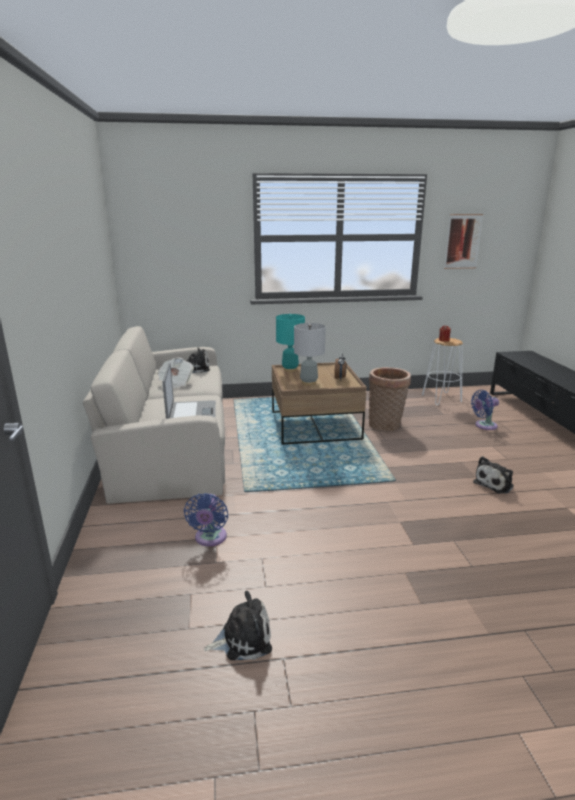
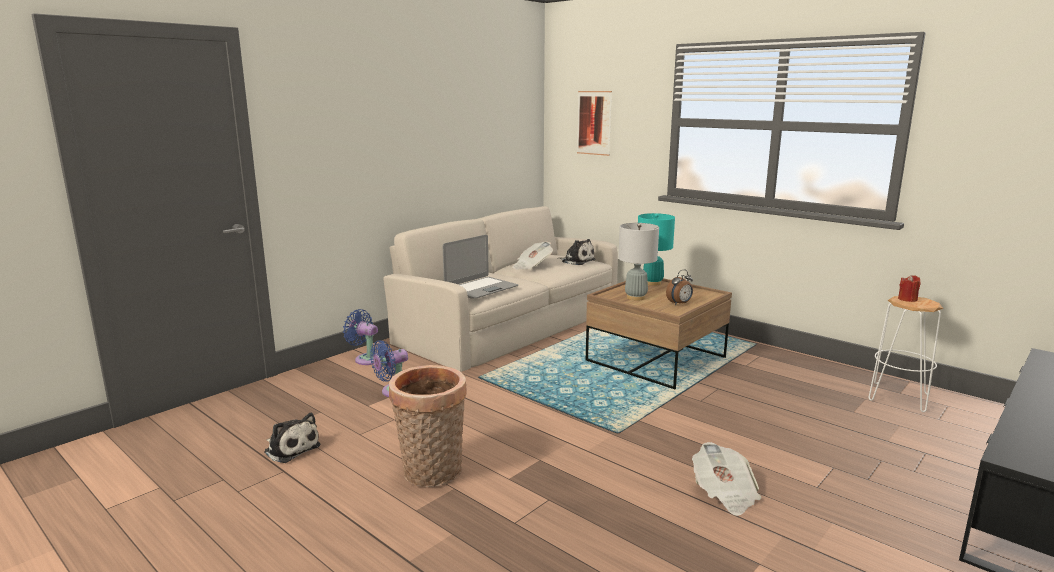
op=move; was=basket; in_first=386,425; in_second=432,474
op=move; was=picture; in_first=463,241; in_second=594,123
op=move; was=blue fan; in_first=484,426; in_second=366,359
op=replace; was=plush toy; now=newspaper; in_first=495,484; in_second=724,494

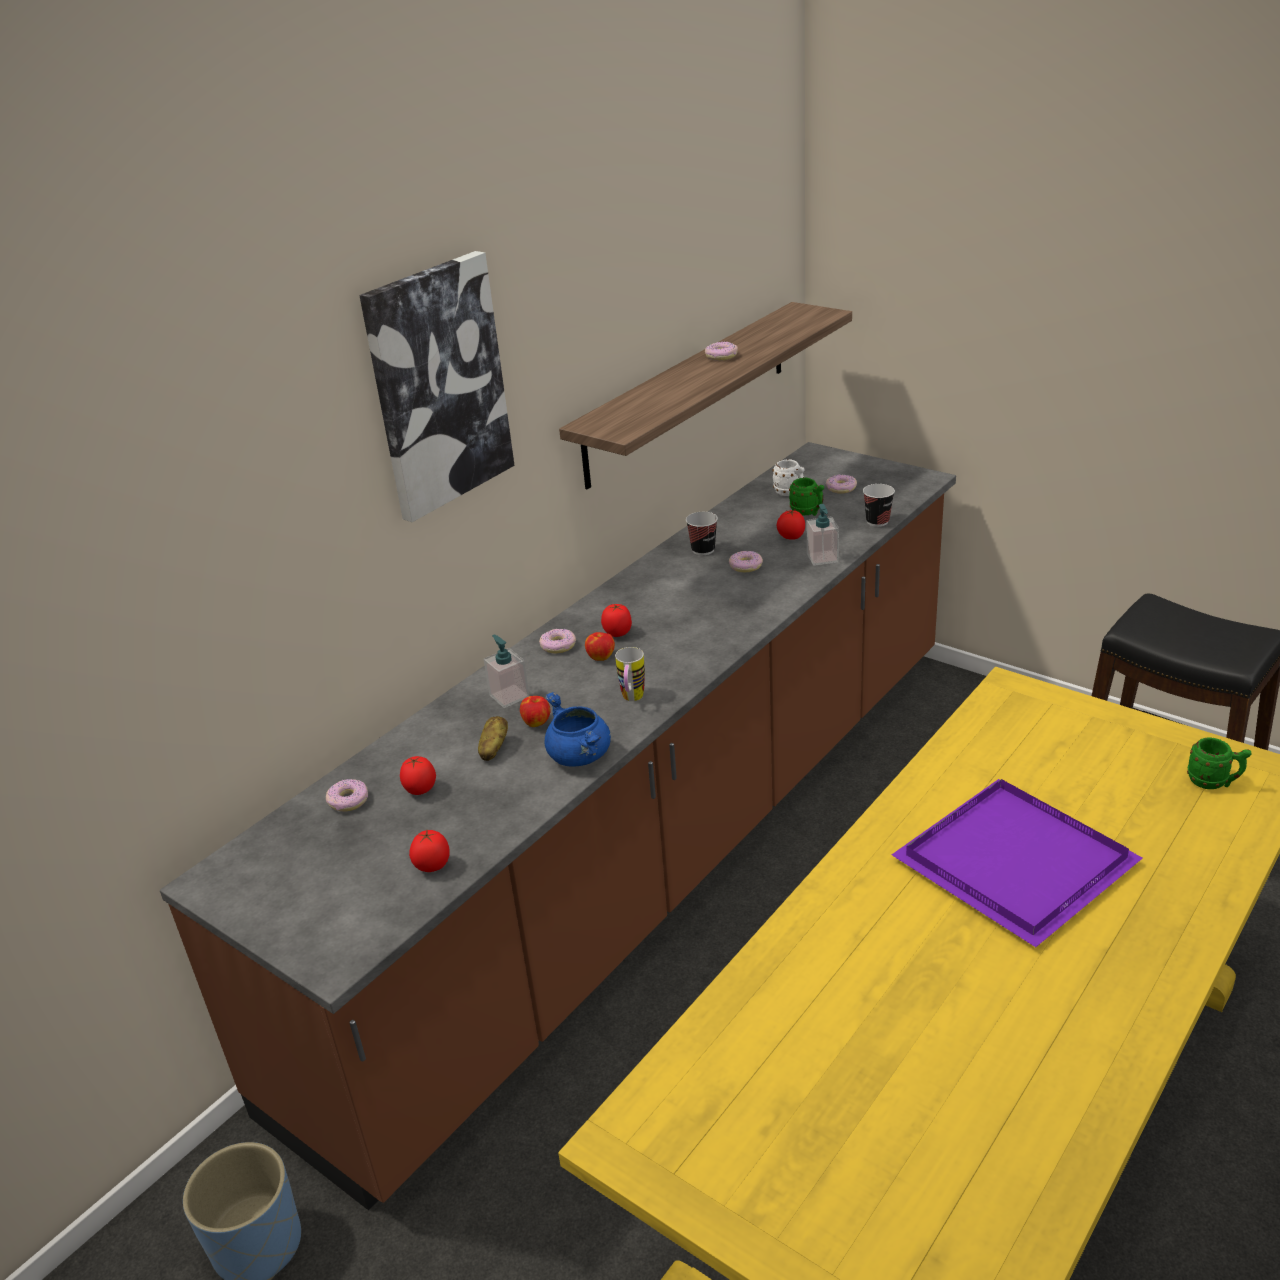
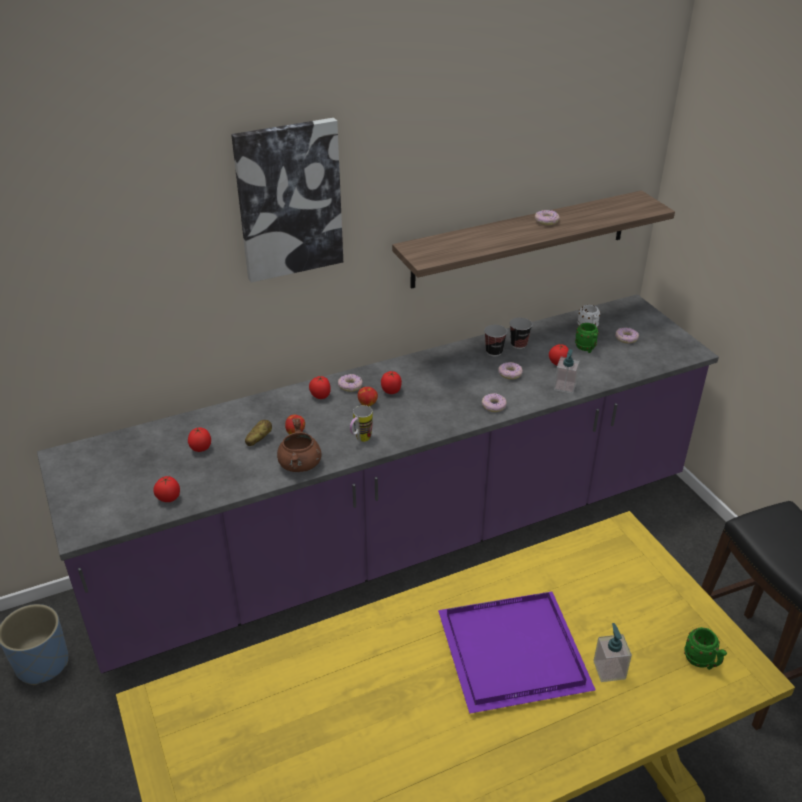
op=insert; now=tomato; in_second=320,396
op=move; was=donut; in_first=348,801; in_second=493,406
op=move; was=soap dispenser; in_first=509,696; in_second=609,669
op=move; was=cup; in_first=877,521; in_second=518,344
op=recolor; was=brown counter; now=purple counter; in_first=658,852; in_second=400,538
op=recolor; was=blue cooking pot; now=brown cooking pot; in_first=580,756; in_second=300,465

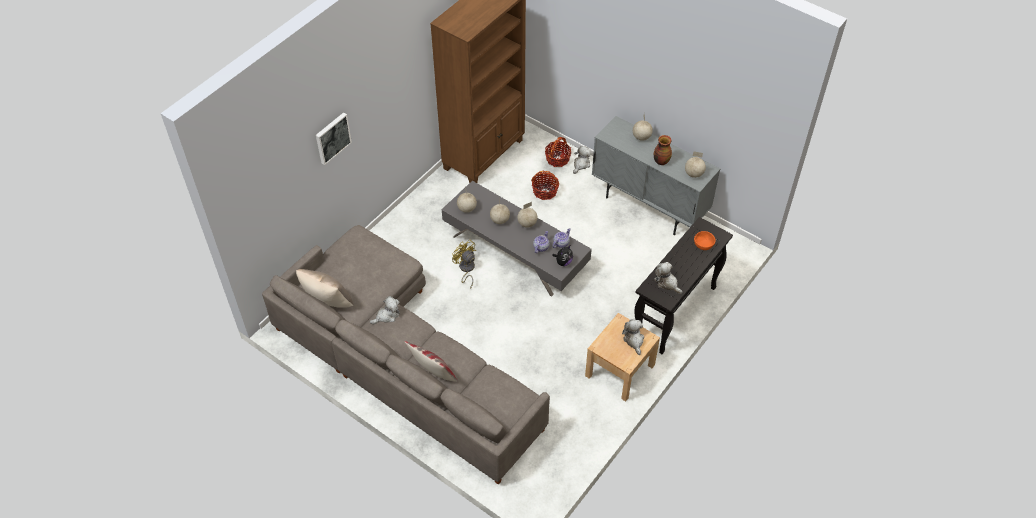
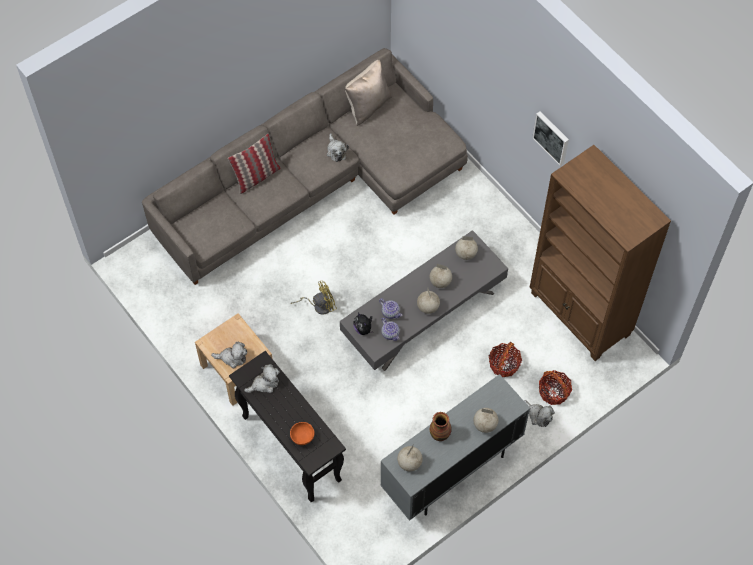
op=move; was=picture; in_first=332,137; in_second=552,137
op=move; was=yellow fan; in_first=466,269; in_second=319,305

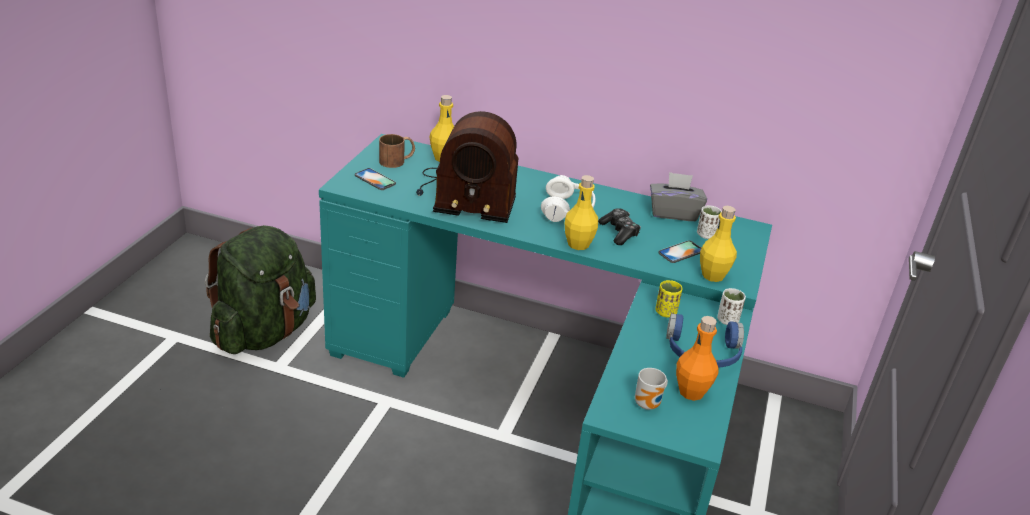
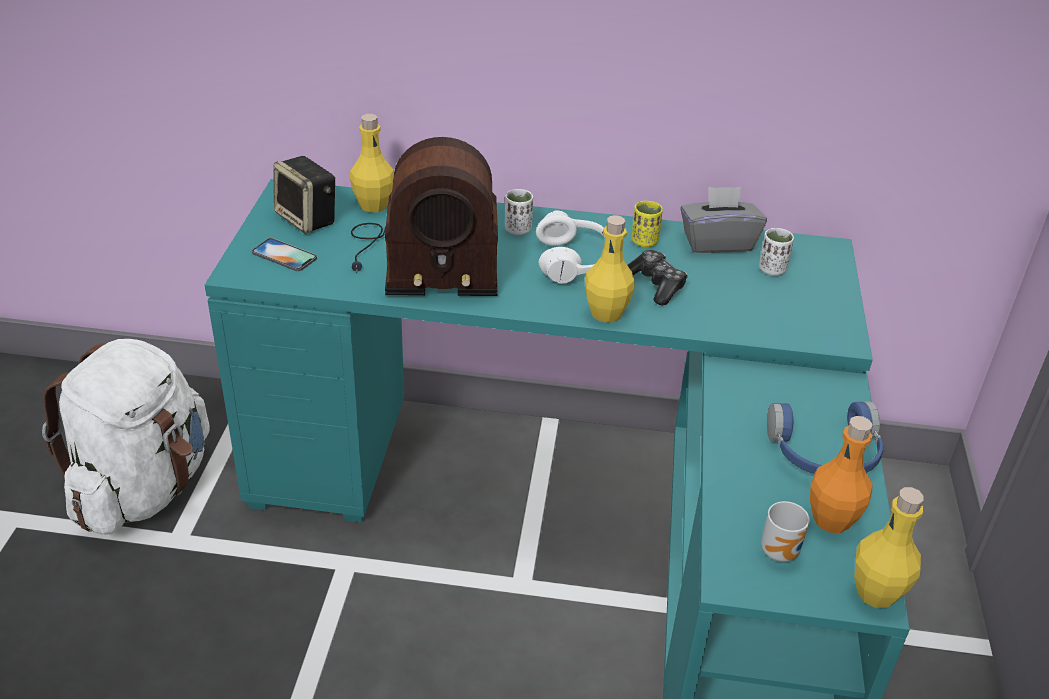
op=delete; was=phone; in_first=681,252
op=move; was=yellow cup; in_first=665,312; in_second=644,241
op=move; was=yellow bottle; in_first=713,275; in_second=876,593
op=move; was=white cup; in_first=727,320; in_second=518,229
op=replace; was=brown mug; now=speaker; in_first=397,160; in_second=308,219
op=recolor; was=green backpack; now=white backpack; in_first=264,332; in_second=144,488

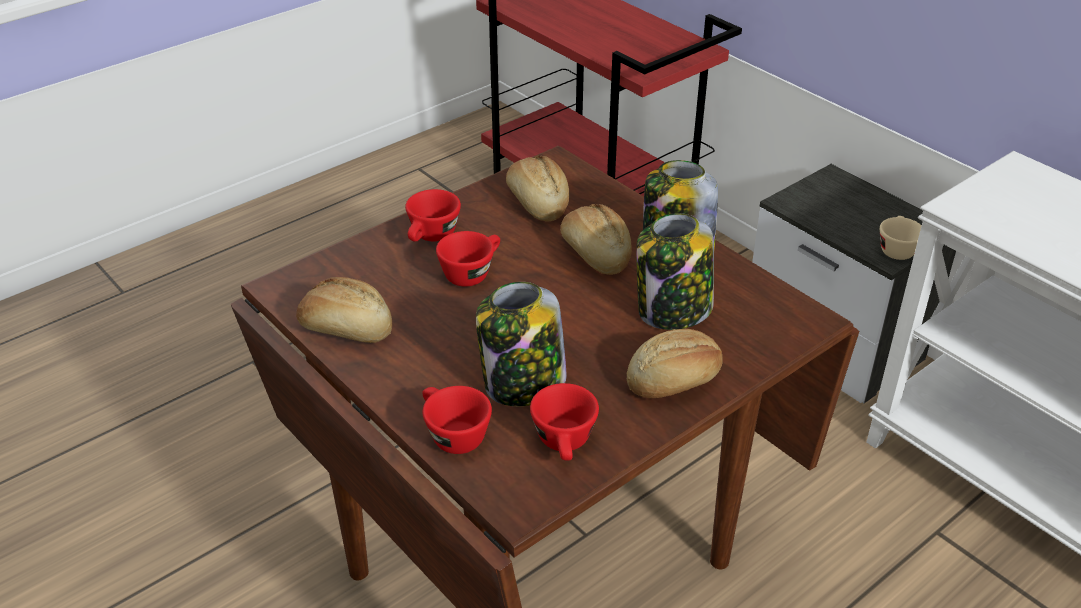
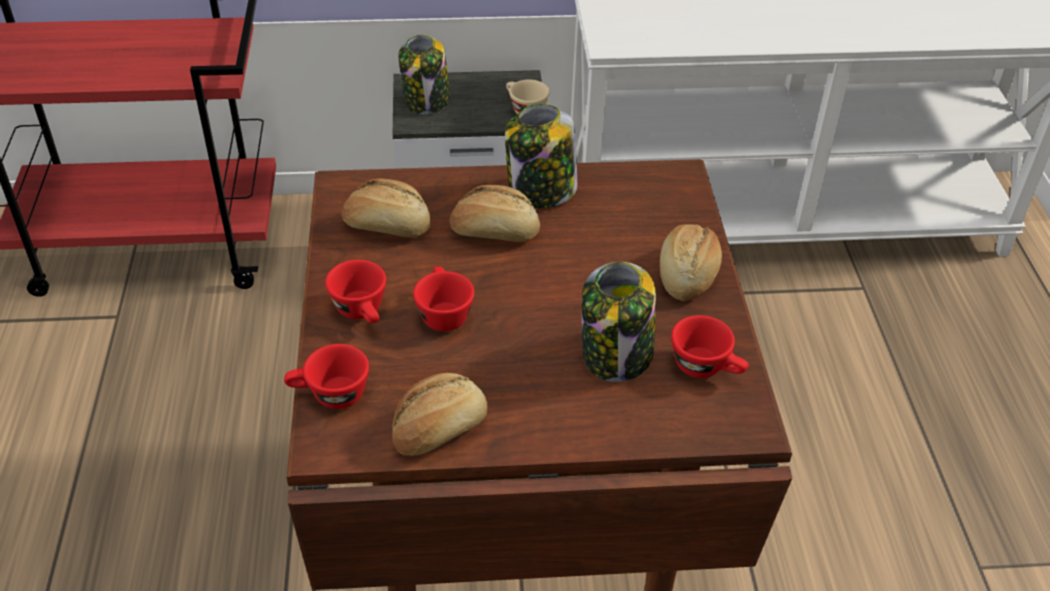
op=move; was=red cup; in_first=452,434; in_second=329,395
op=move; was=jar; in_first=673,310; in_second=426,101

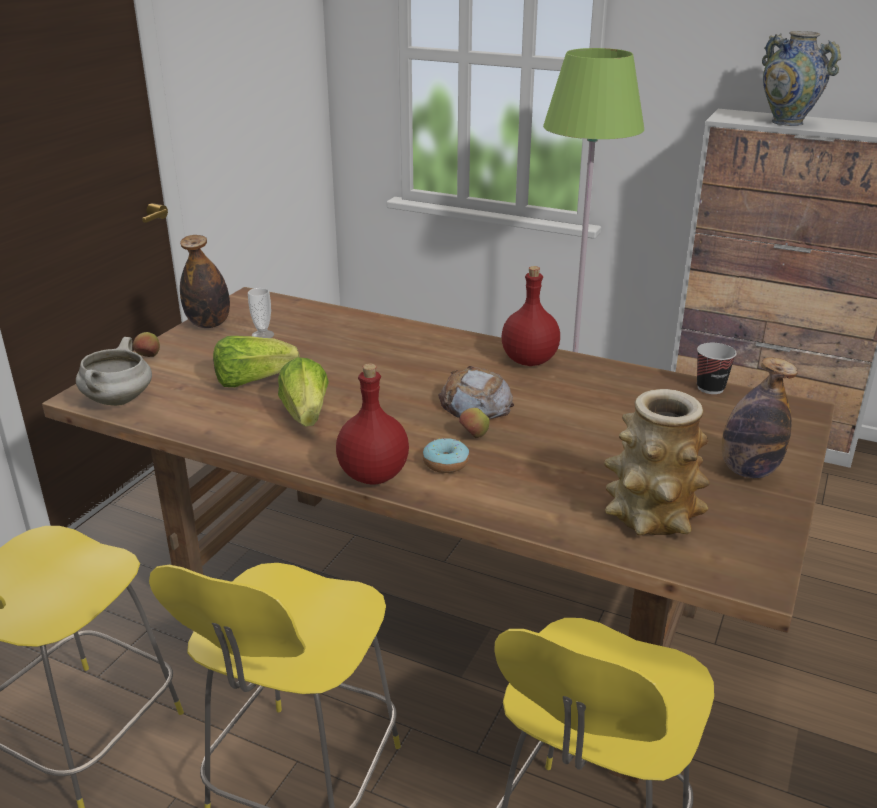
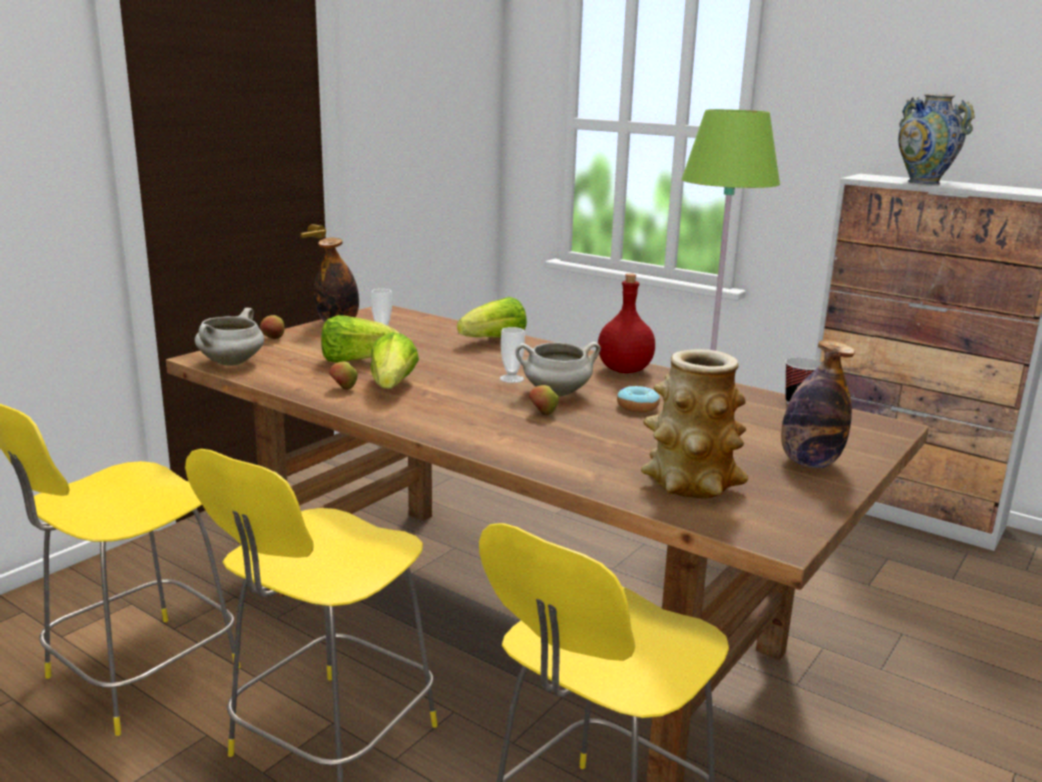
op=delete; was=red bottle; in_first=374,476
op=insert; now=apple; in_second=343,389
op=insert; now=lettuce; in_second=495,341
op=insert; now=cup; in_second=511,379
op=move; was=donut; in_first=446,463; in_second=637,407
op=replace; was=bread; now=white cooking pot; in_first=475,404; in_second=556,393

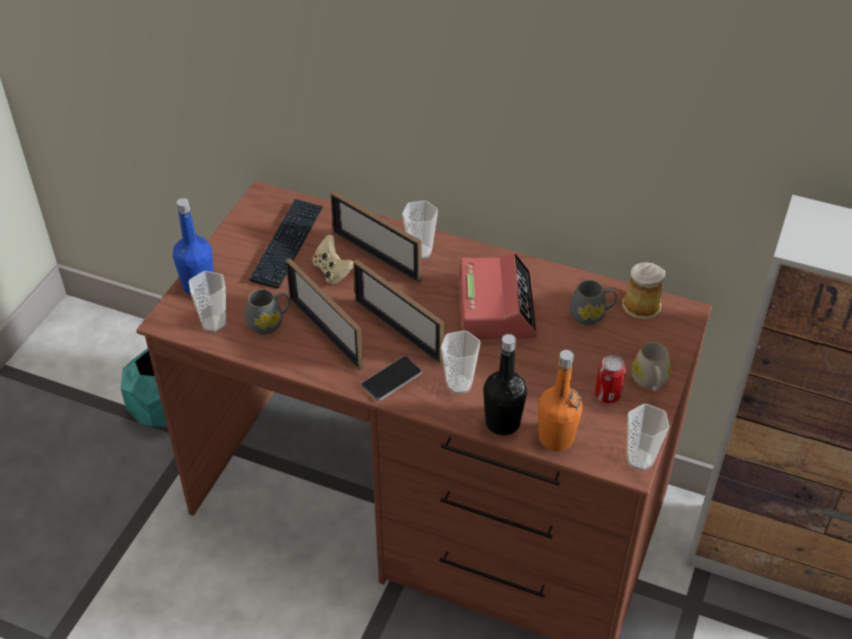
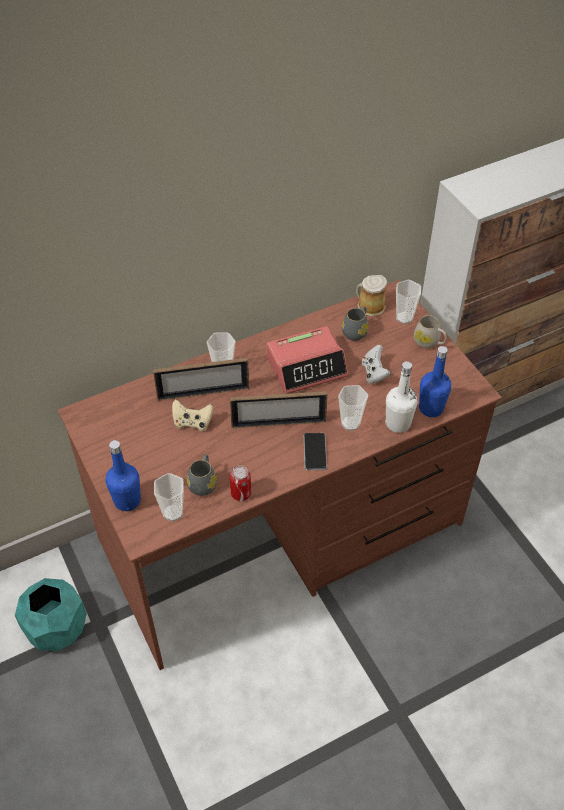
op=delete; was=keyboard; in_first=287,244
op=delete; was=picture frame; in_first=325,333
op=insert; now=white game controller; in_second=374,373
op=move; was=can; in_first=607,395; in_second=241,493
op=move; was=cup; in_first=640,459; in_second=404,318
op=recolor; was=black bottle; now=white bottle; in_first=502,423; in_second=398,423
op=recolor; was=orange bottle; now=blue bottle; in_first=556,438; in_second=431,408
op=rotate; was=alarm clock; in_first=496,307; in_second=307,367; clockwise=120

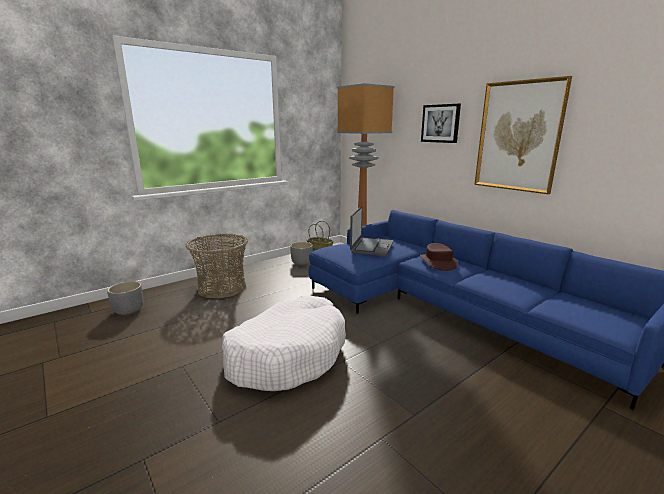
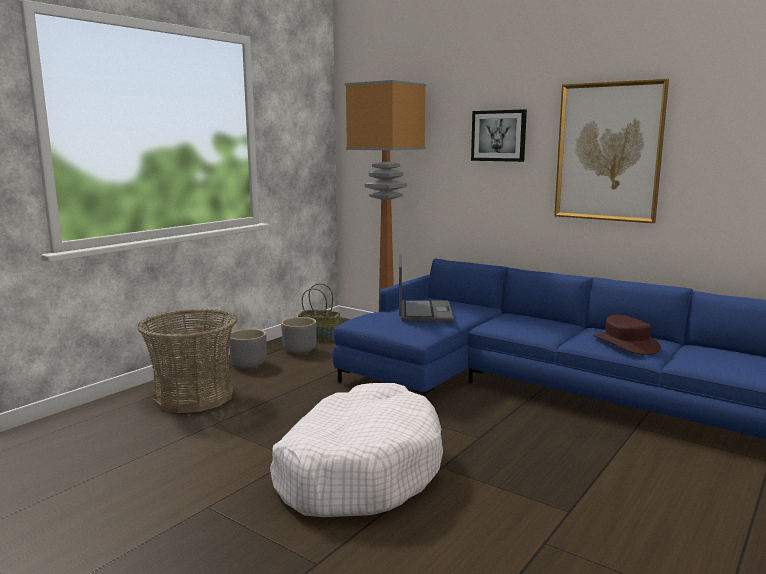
op=move; was=grey planter; in_first=129,310; in_second=249,365
op=move; was=brown hat; in_first=438,262; in_second=626,344

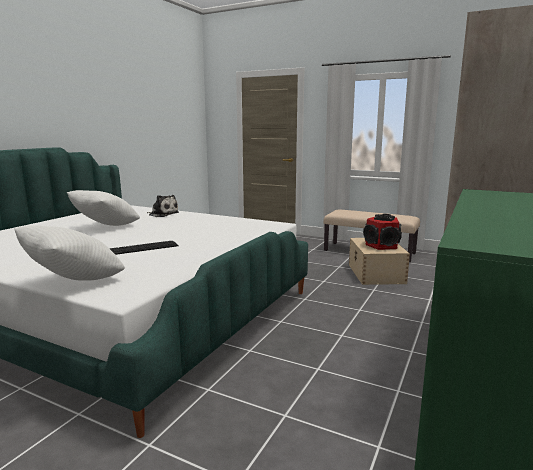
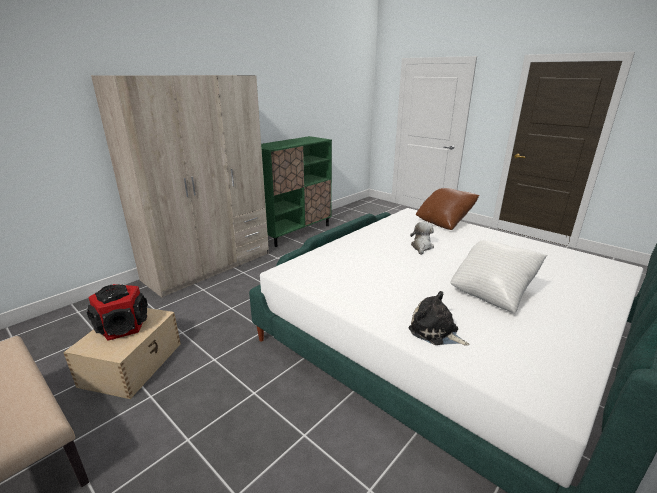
op=replace; was=keyboard; now=plush toy; in_first=141,248; in_second=421,247
op=recolor; was=white pillow; now=brown pillow; in_first=73,281; in_second=444,222

